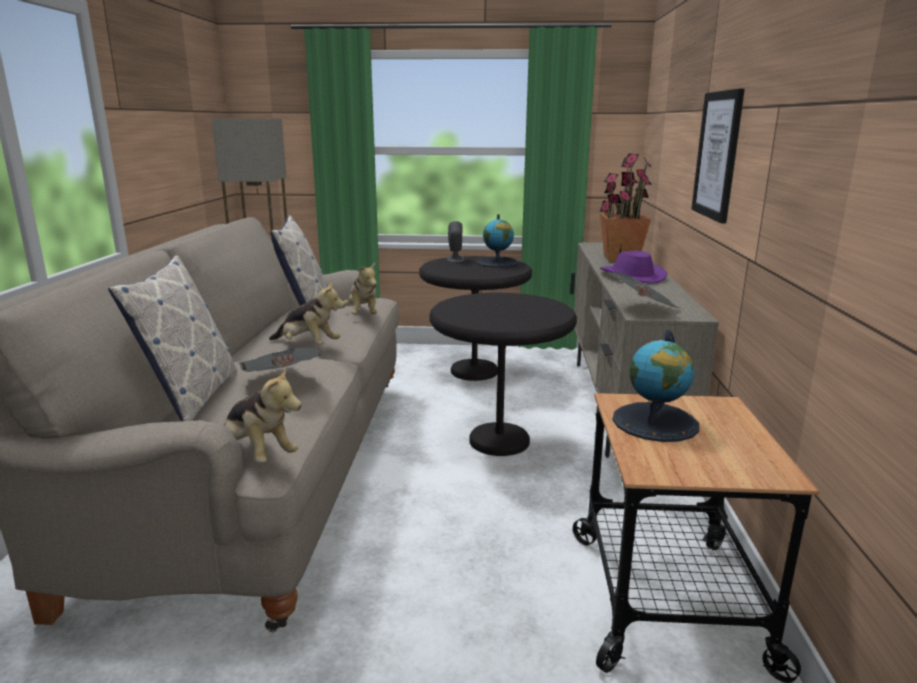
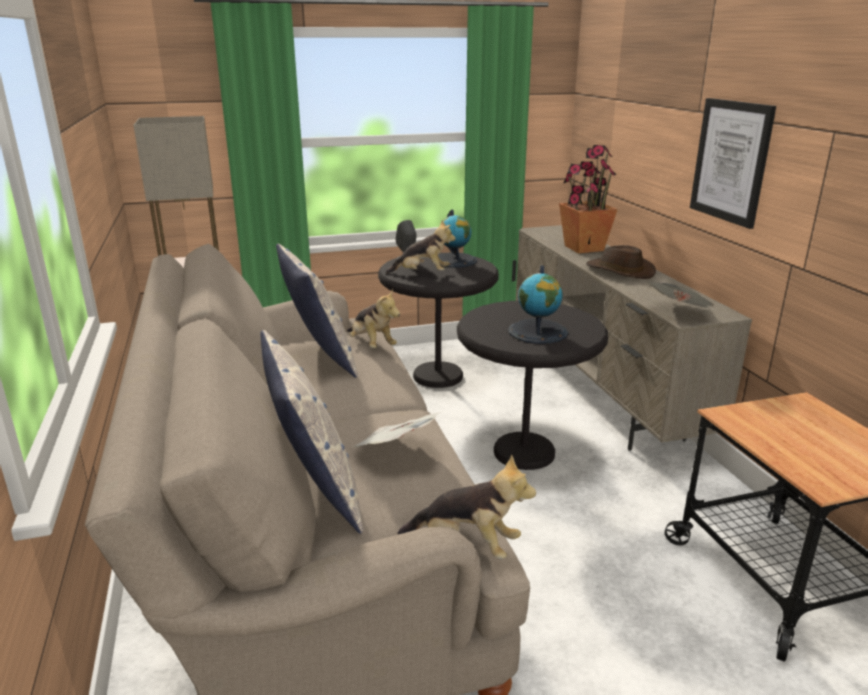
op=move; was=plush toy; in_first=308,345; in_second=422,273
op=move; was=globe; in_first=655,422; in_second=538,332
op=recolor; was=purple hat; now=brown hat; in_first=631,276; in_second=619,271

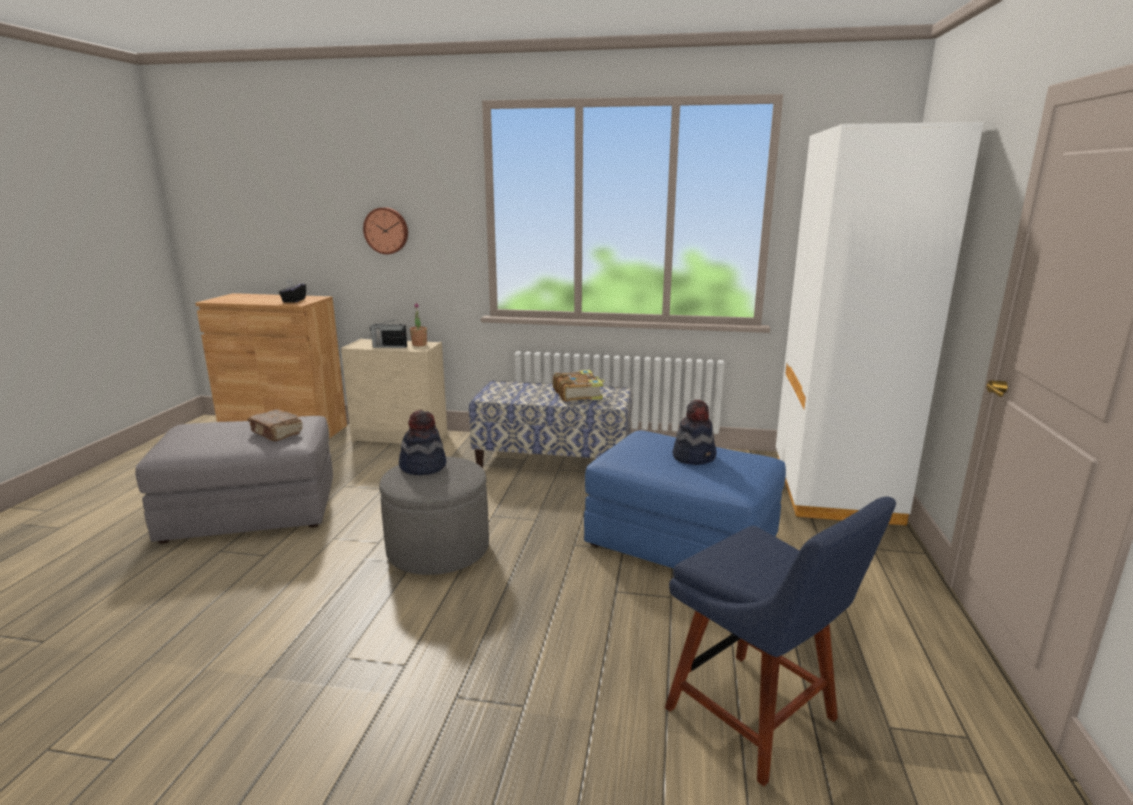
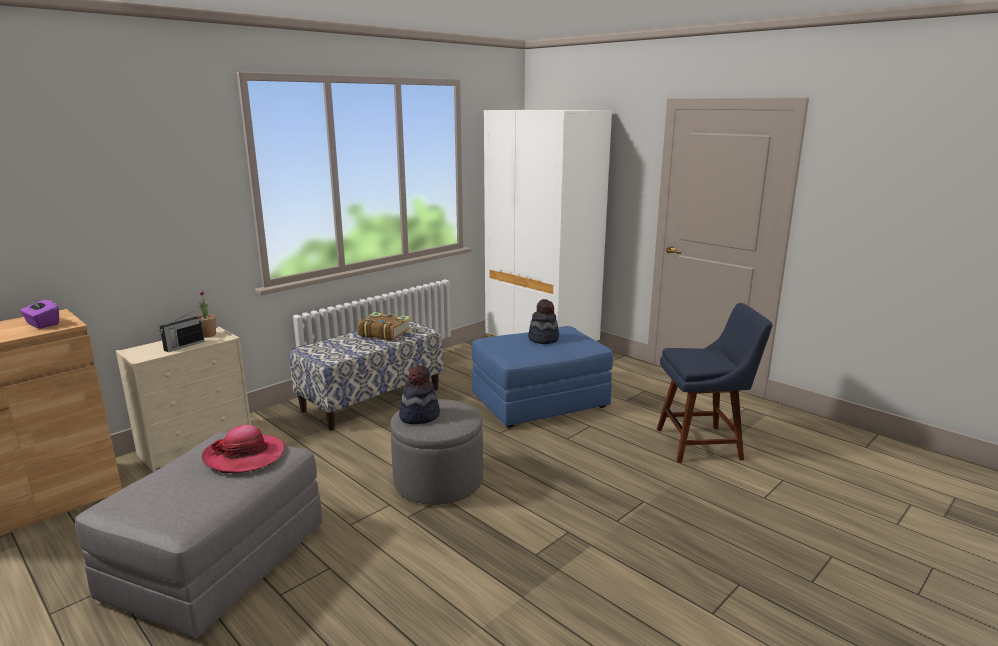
op=delete; was=wall clock; in_first=386,230
op=replace; was=brown book; now=hat; in_first=276,433; in_second=244,456
op=recolor; was=black tissue box; now=purple tissue box; in_first=294,300; in_second=42,324

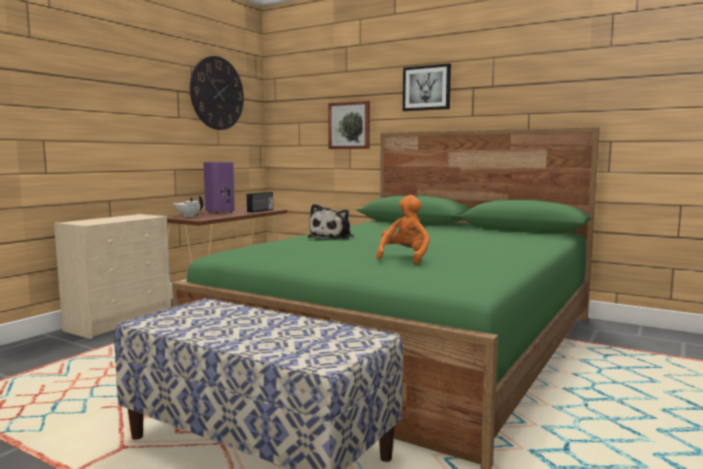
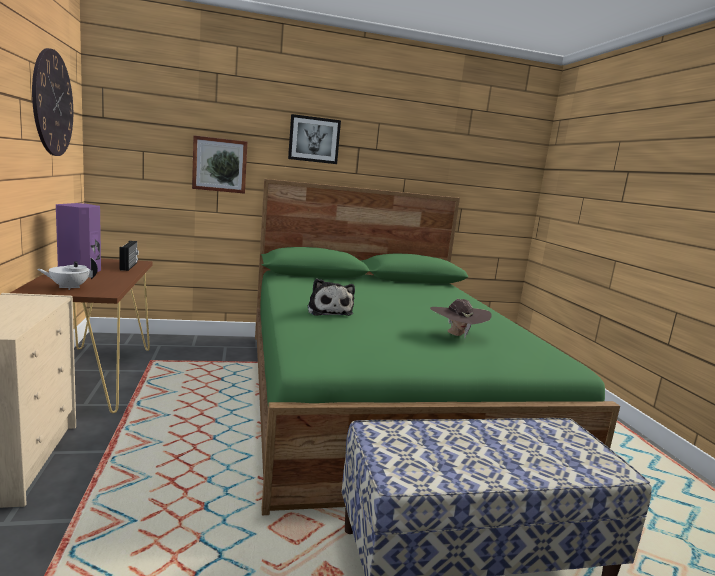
op=replace; was=orange plush toy; now=brown hat; in_first=404,258; in_second=456,335

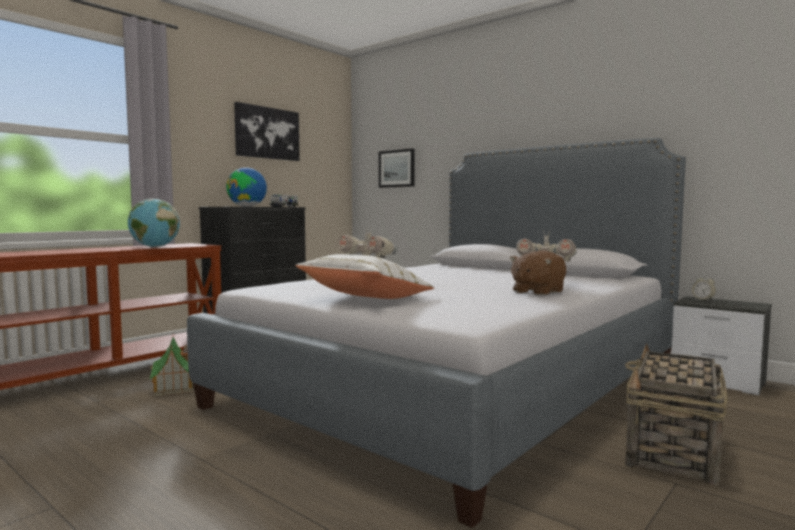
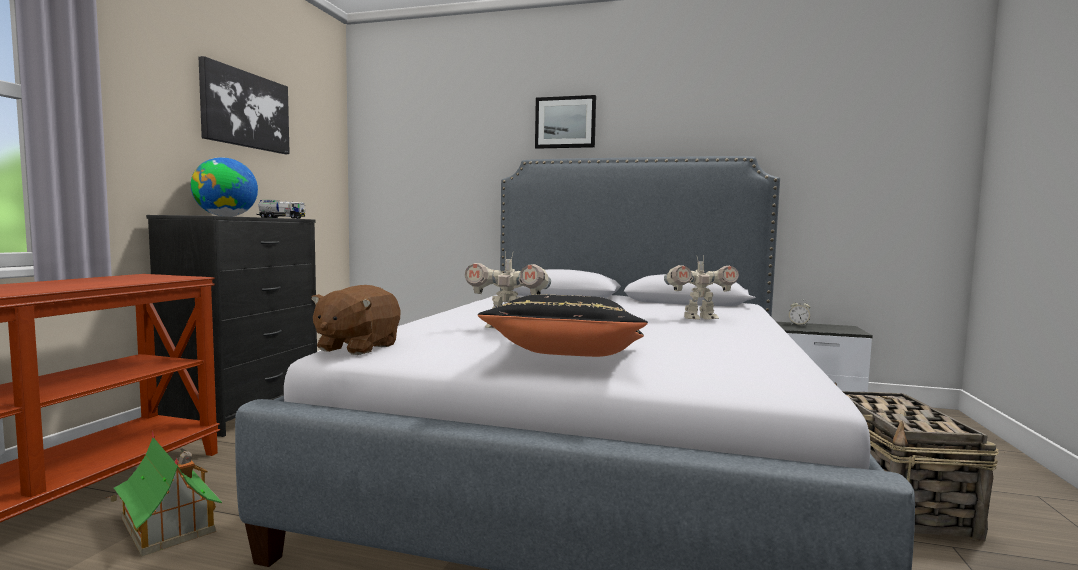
op=delete; was=globe; in_first=154,247
op=move; was=picture; in_first=397,168; in_second=565,122
op=move; was=brown plush toy; in_first=537,292; in_second=356,348
op=recolor; was=white pillow; now=black pillow; in_first=365,298; in_second=568,358

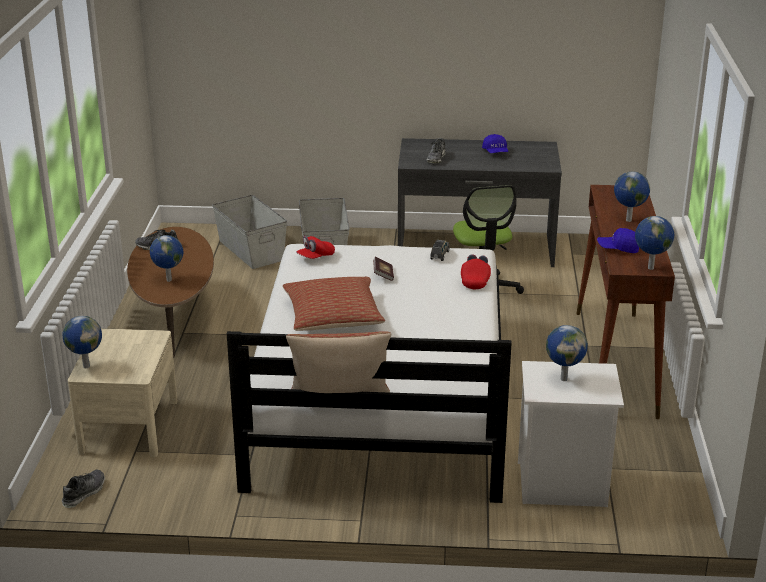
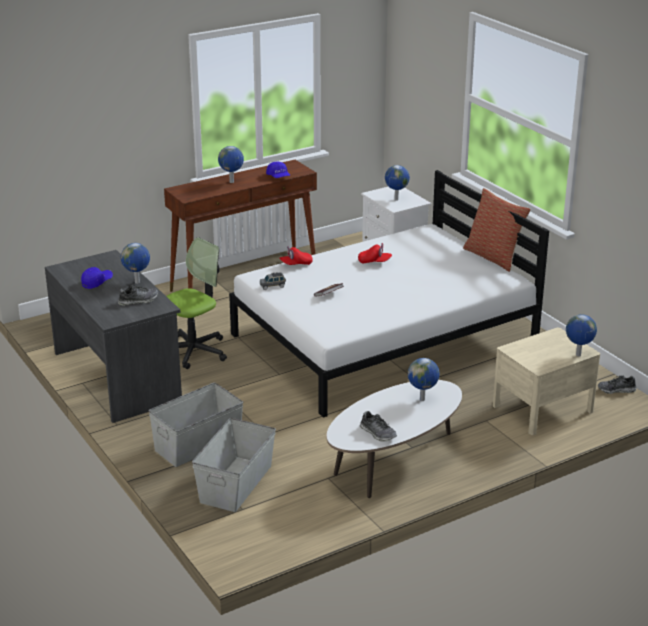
op=delete; was=pillow; in_first=333,317
op=move; was=red cap; in_first=315,257; in_second=374,262
op=move; was=globe; in_first=650,268; in_second=137,282
op=recolor; was=brown coffee table; now=white coffee table; in_first=175,316; in_second=394,463

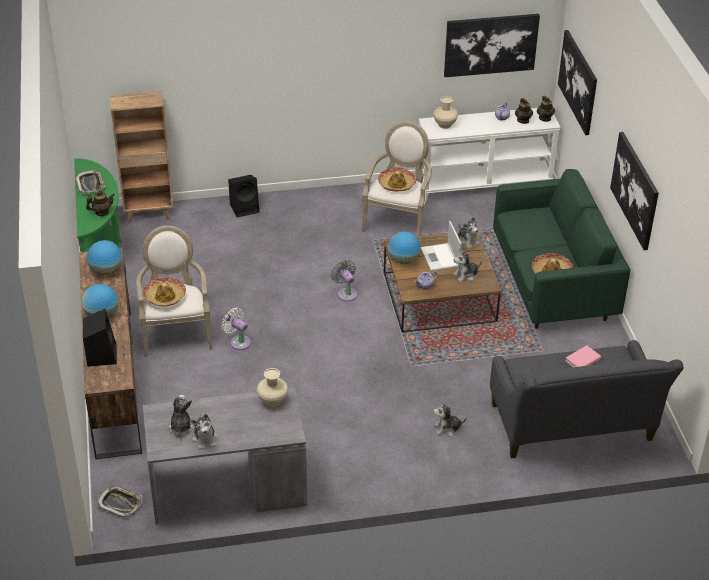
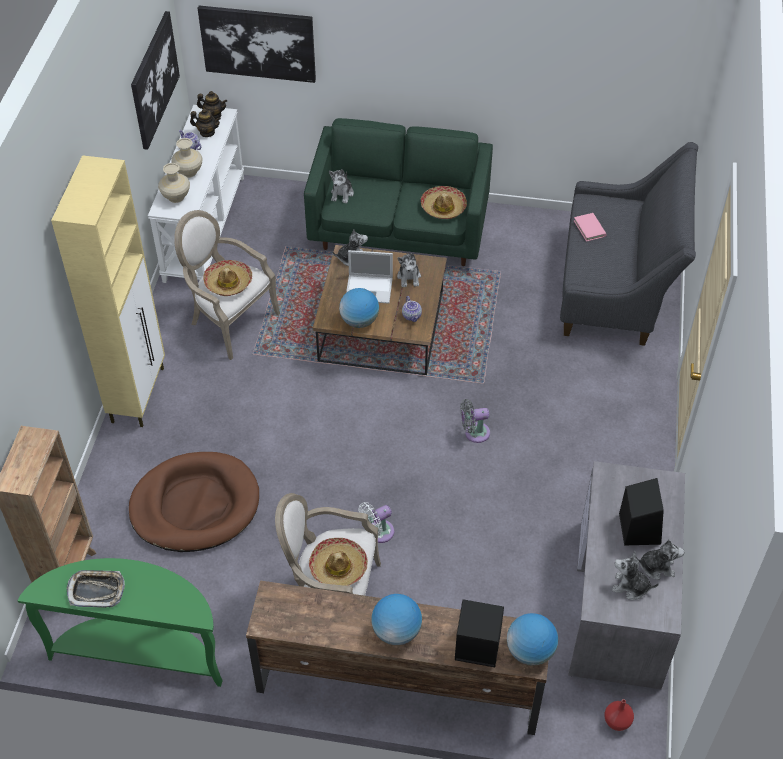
op=delete; was=teapot; in_first=102,212
op=delete; was=picture; in_first=635,190
op=insert; now=beige cabinet; in_second=138,394
op=insert; now=brown dog bed; in_second=195,505
op=move; was=globe; in_first=106,271; in_second=530,651
op=move; was=black speaker; in_first=245,208; in_second=639,527
op=move; was=beige vase; in_first=272,401; in_second=188,172
op=move; was=grey fan; in_first=346,293; in_second=474,433
op=move; was=plush toy; in_first=447,428; in_second=342,194
op=replace; was=tray; now=red vase; in_first=120,503; in_second=617,721

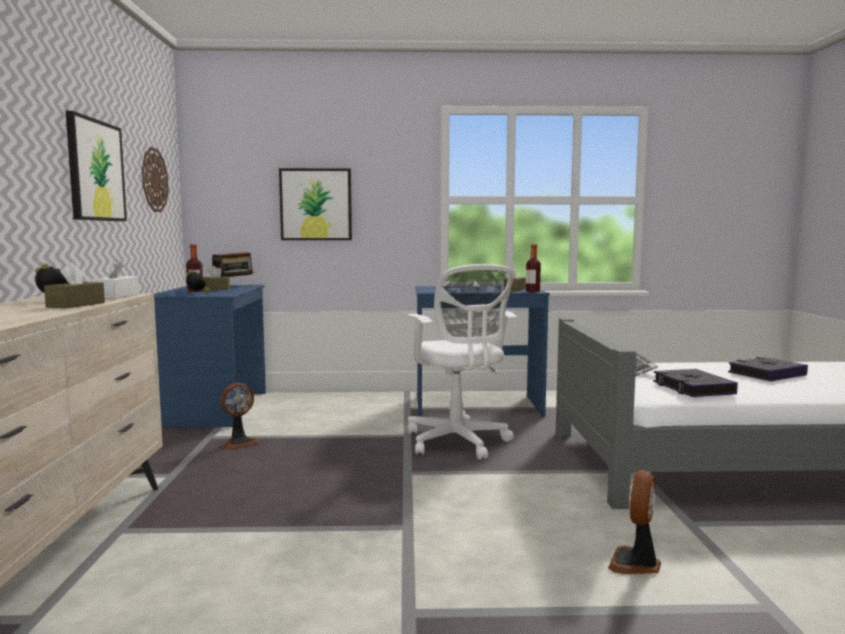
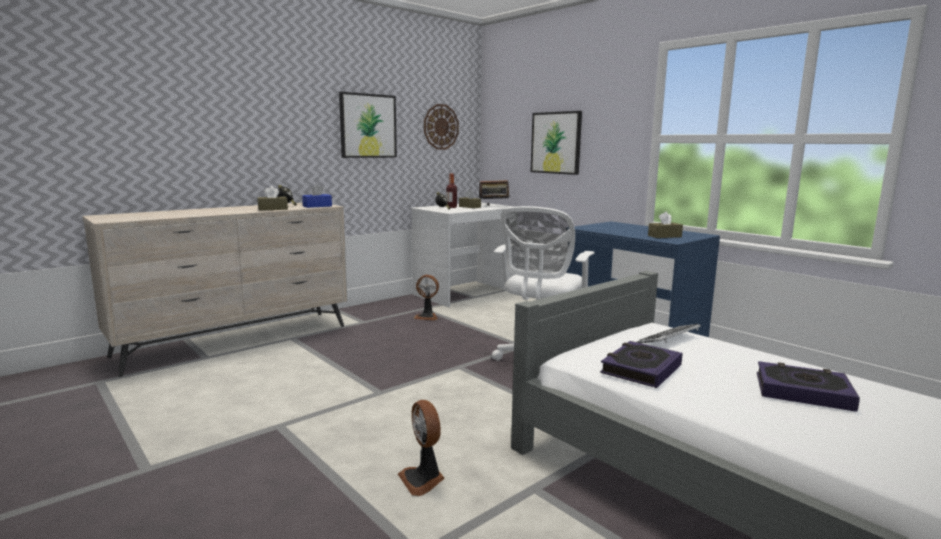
op=delete; was=bottle; in_first=532,291
op=recolor; was=white tissue box; now=blue tissue box; in_first=116,296; in_second=317,206
op=recolor; was=blue desk; now=white desk; in_first=215,408; in_second=465,293
op=rotate; was=fan; in_first=635,564; in_second=423,479; clockwise=-105

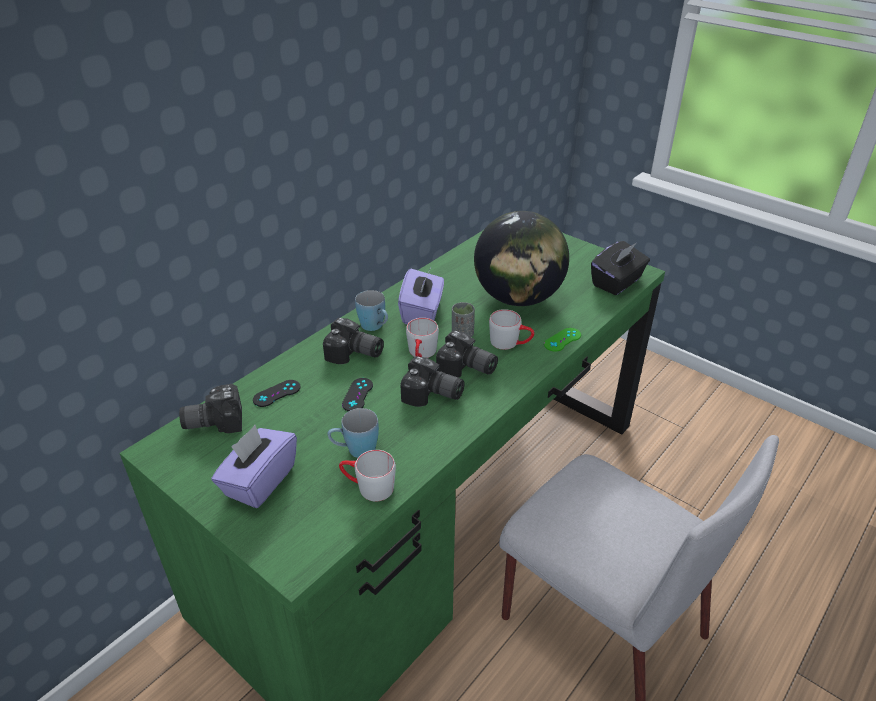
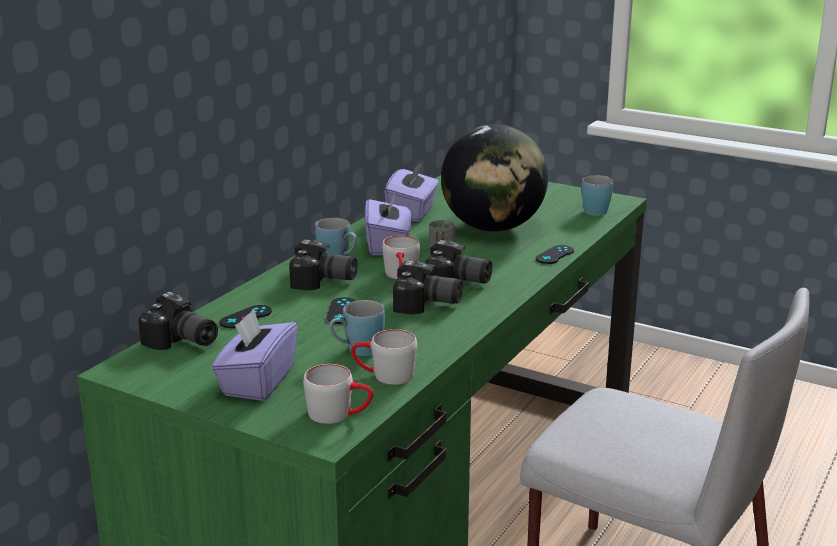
op=insert; now=purple tissue box; in_second=412,212
op=move; was=grey mug; in_first=510,343; in_second=339,414
op=replace; was=black tissue box; now=blue mug; in_first=617,282; in_second=598,210
op=recolor; was=green game controller; now=black game controller; in_first=562,340; in_second=554,255
op=rotate; was=photo camera; in_first=214,420; in_second=181,342; clockwise=-120

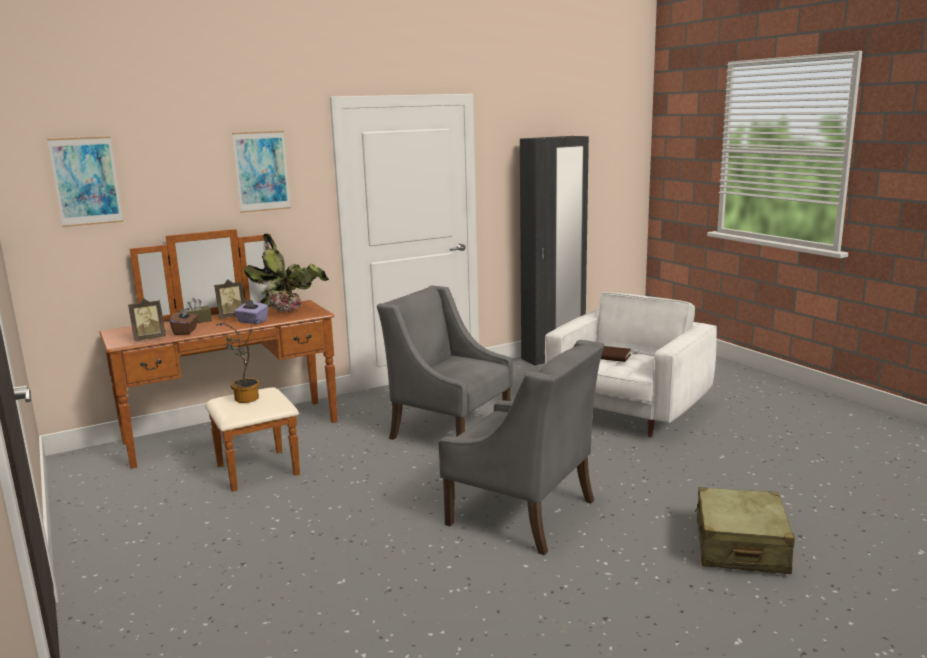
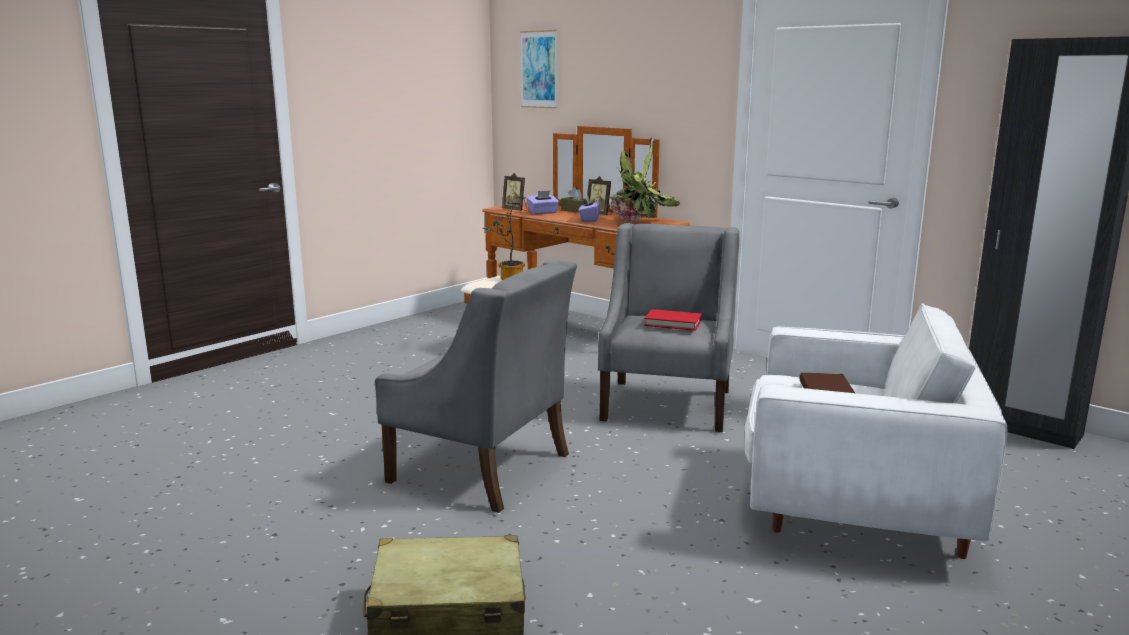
op=delete; was=picture; in_first=261,171
op=insert; now=red book; in_second=673,323
op=recolor; was=brown tissue box; now=purple tissue box; in_first=186,331; in_second=543,213
op=rotate; was=grey armchair; in_first=523,513; in_second=482,468; clockwise=-75

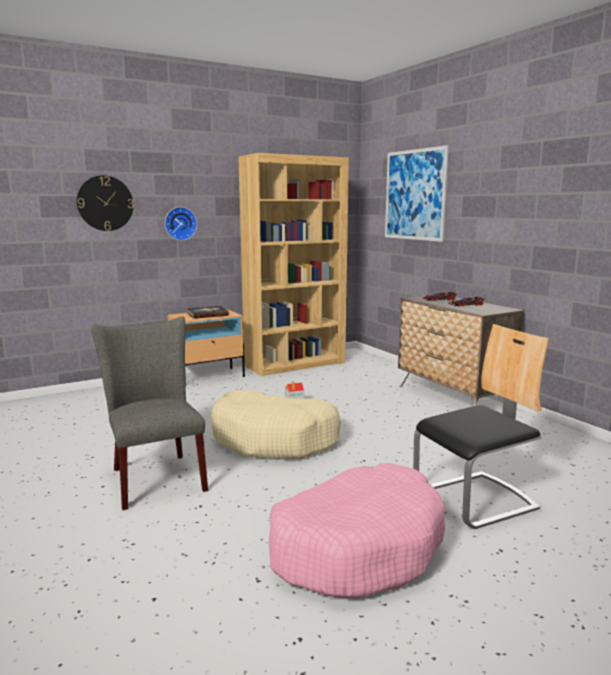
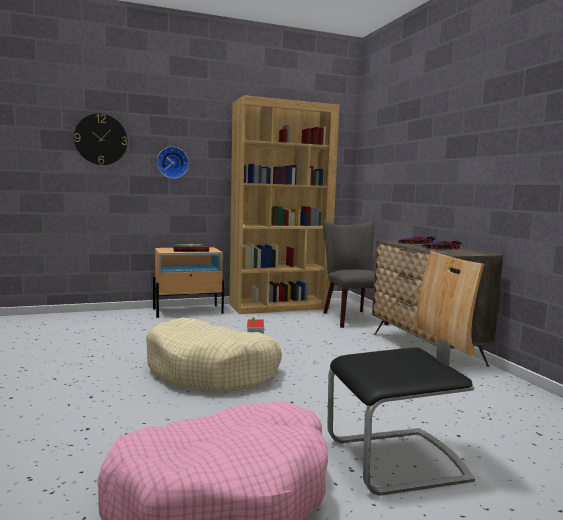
op=delete; was=picture; in_first=414,195
op=move; was=grey chair; in_first=155,477; in_second=351,317

